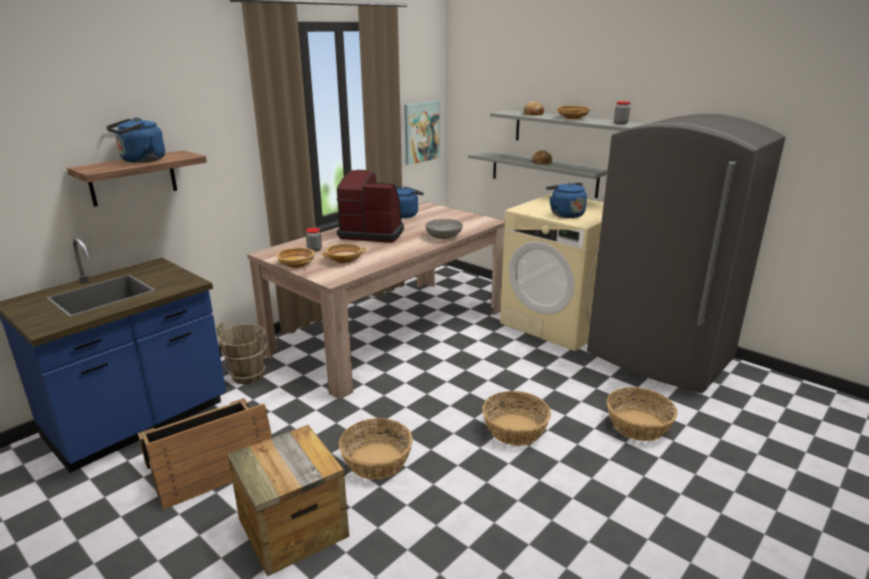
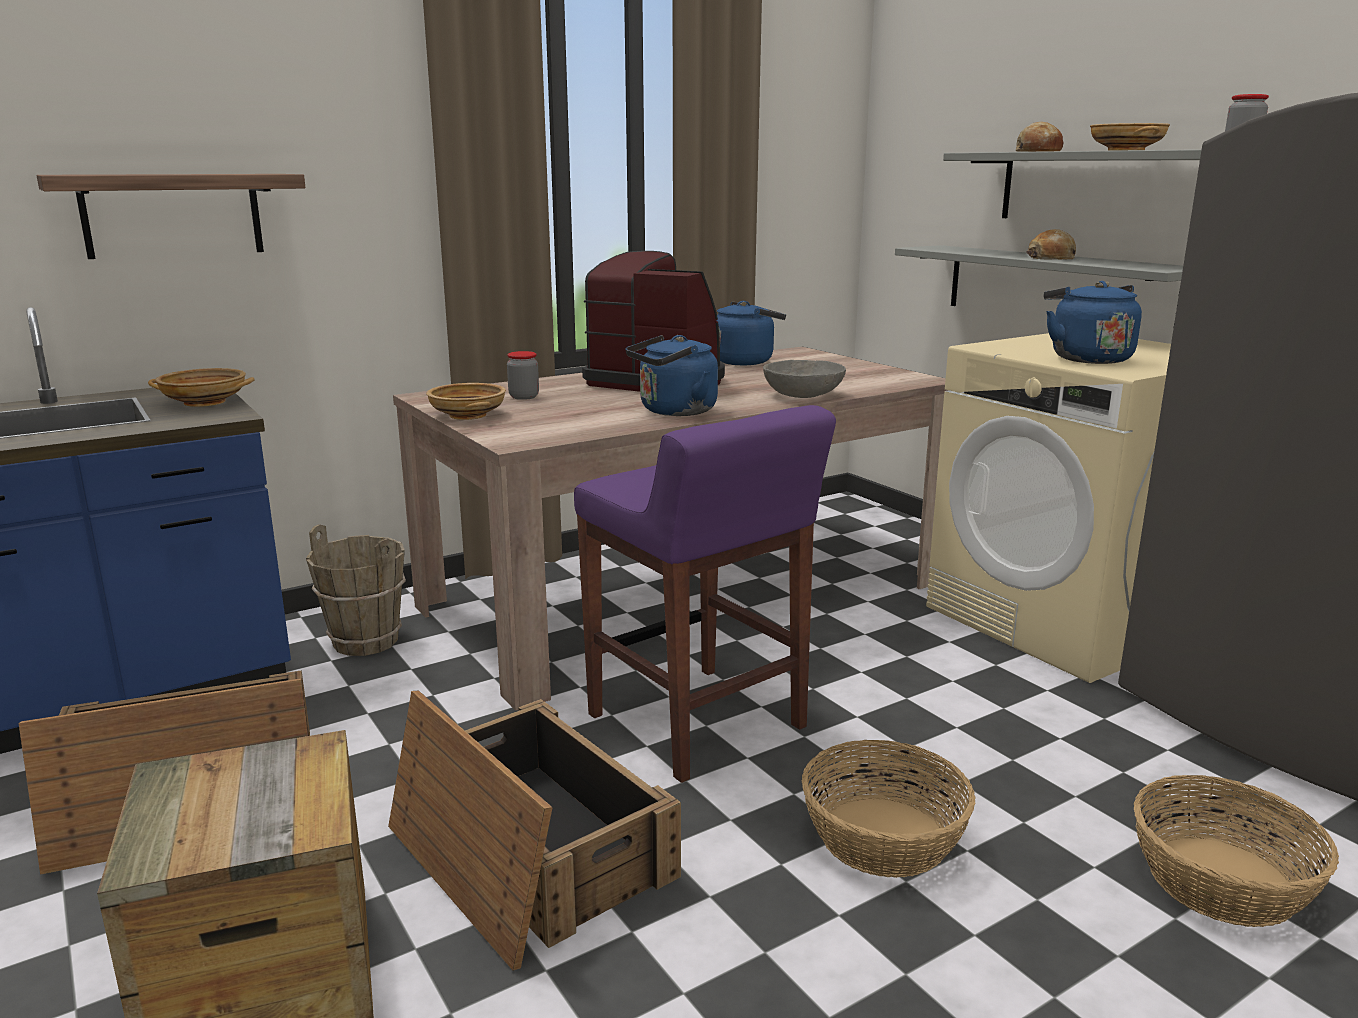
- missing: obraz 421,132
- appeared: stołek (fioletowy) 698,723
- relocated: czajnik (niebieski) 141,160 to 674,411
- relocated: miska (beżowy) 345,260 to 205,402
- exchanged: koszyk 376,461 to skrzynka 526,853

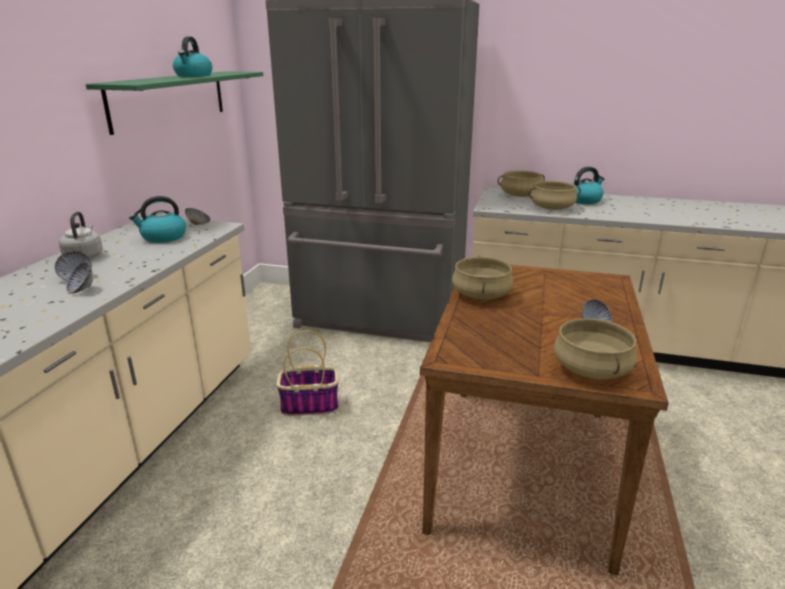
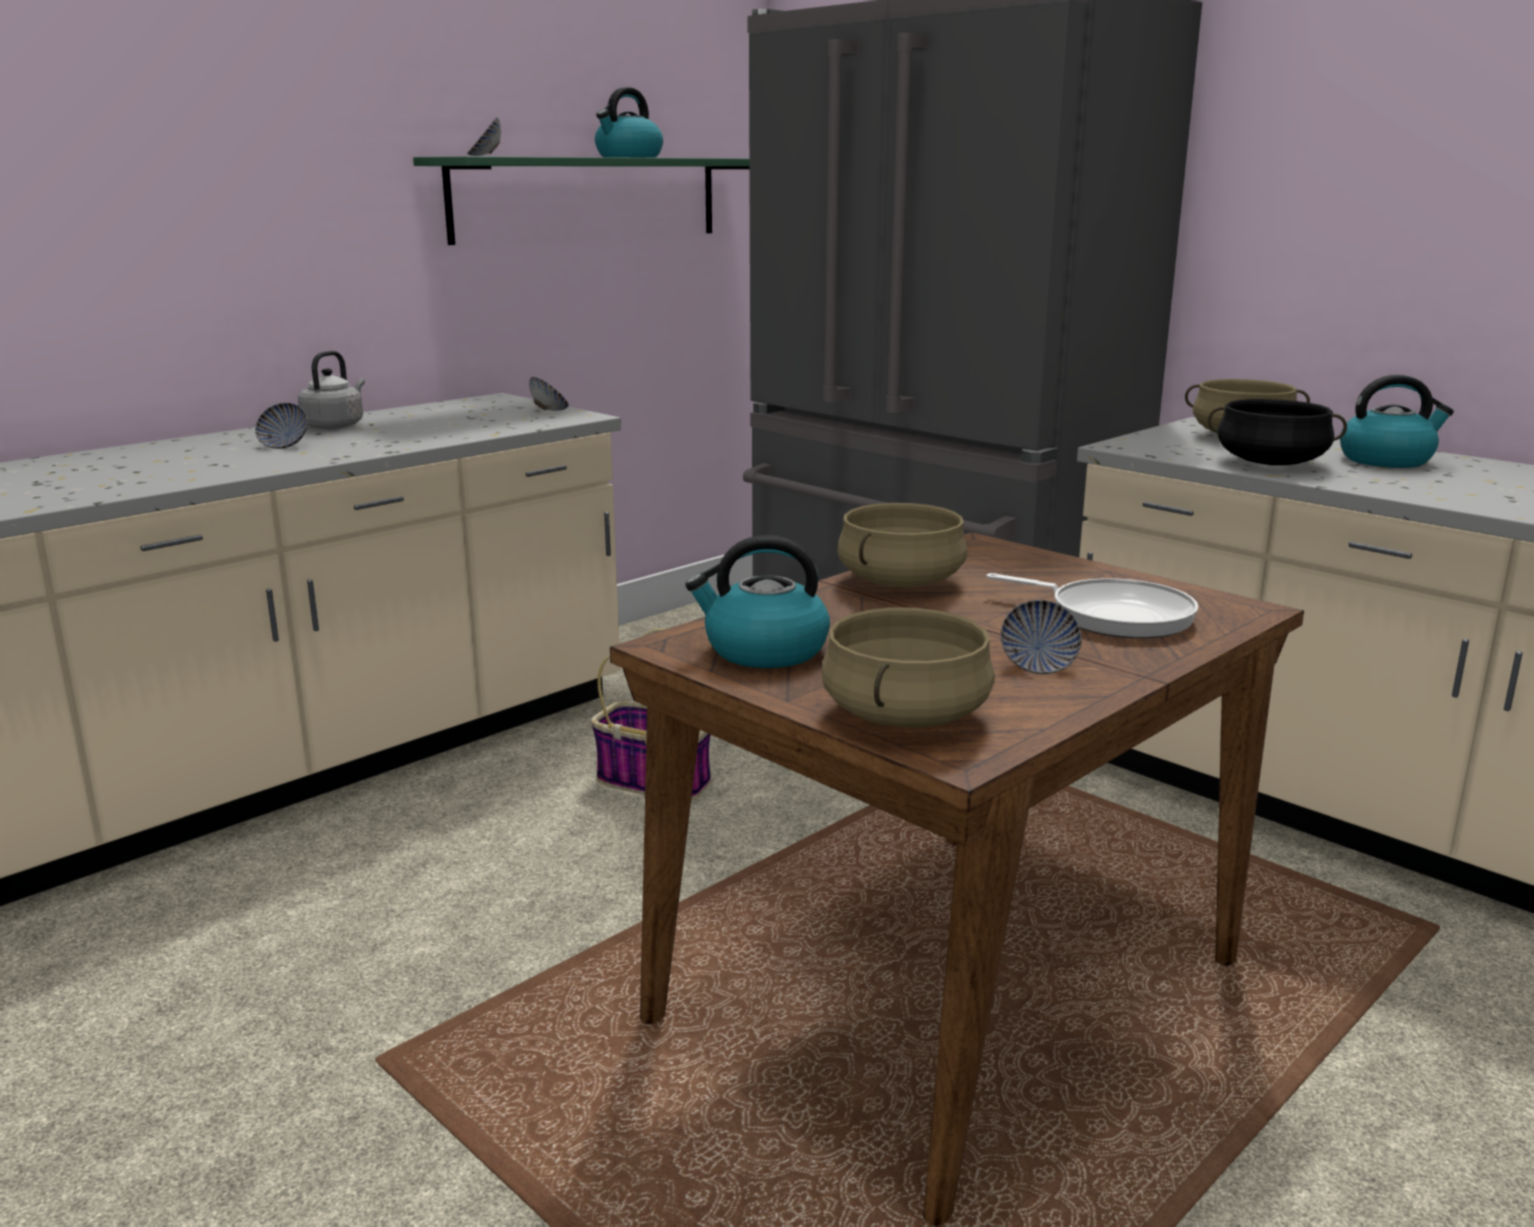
- appeared: patelnia 1112,616
- relocated: miska 81,290 to 485,156
- relocated: czajnik 163,237 to 764,651
- colour: garnek (beżowy) 552,208 to garnek (czarny) 1270,463

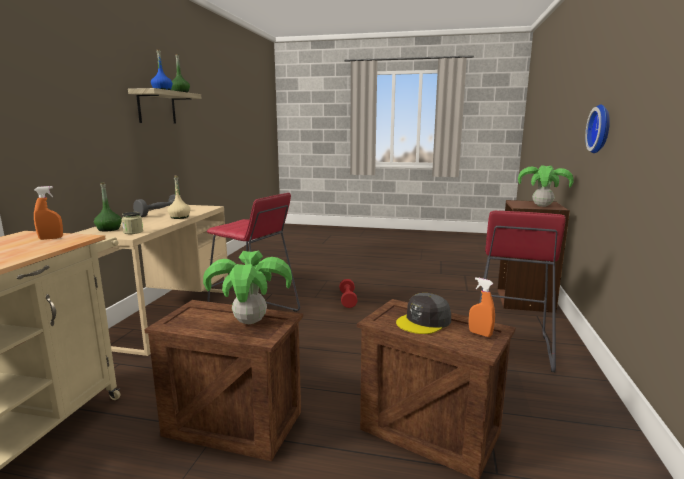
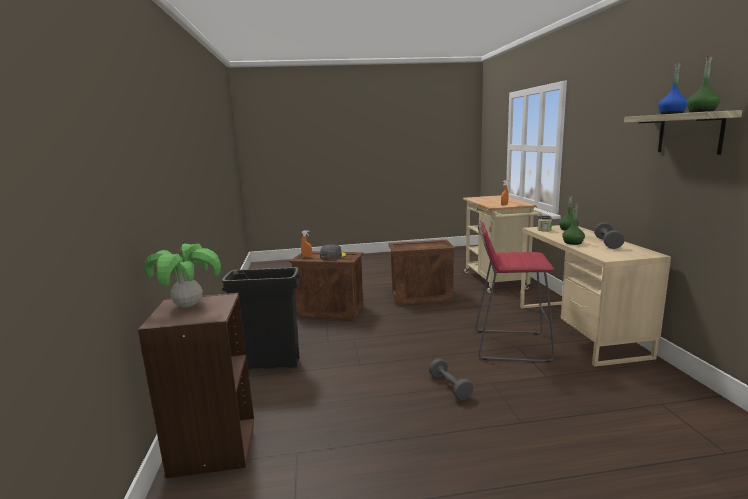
- missing: roślina doniczkowa 249,321
- missing: zegar ścienny 602,129
- exchanged: stołek (czerwony) 509,348 to kosz na śmieci (czarny) 271,364
- colour: butelka (beżowy) 179,217 to butelka (zielony) 572,243
- colour: hantel (czerwony) 348,300 to hantel (szary) 450,387

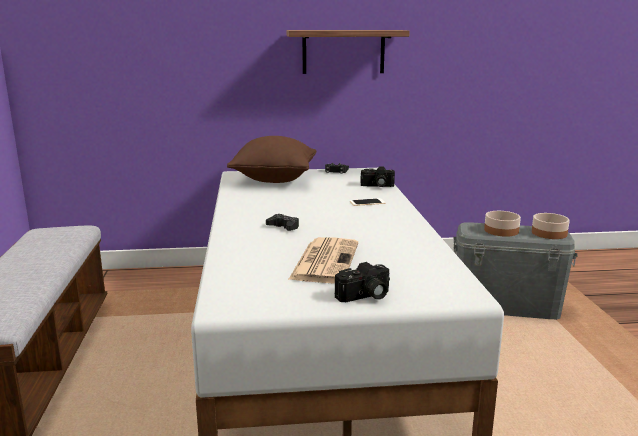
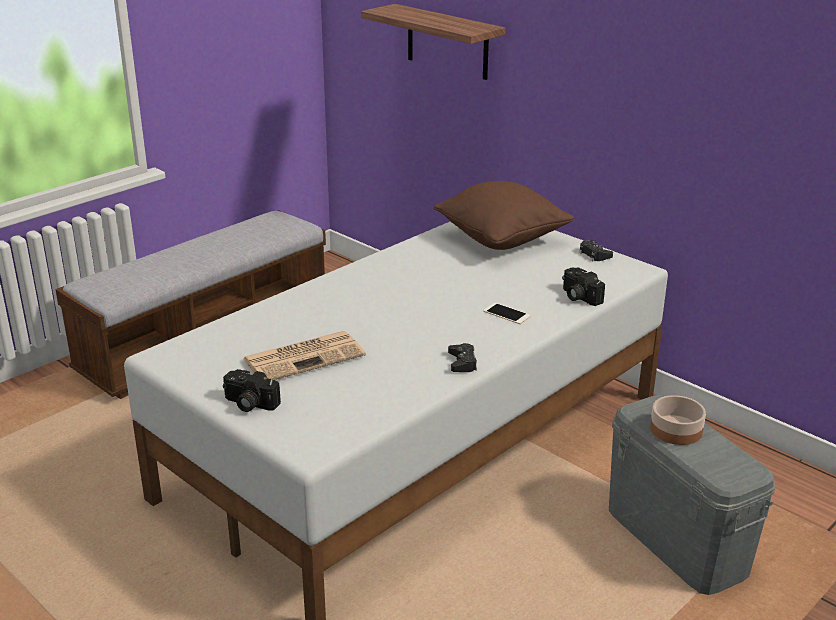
- missing: miska 549,233
- relocated: pad do gier (czarny) 283,227 to 462,363
- relocated: półka 343,51 to 447,42

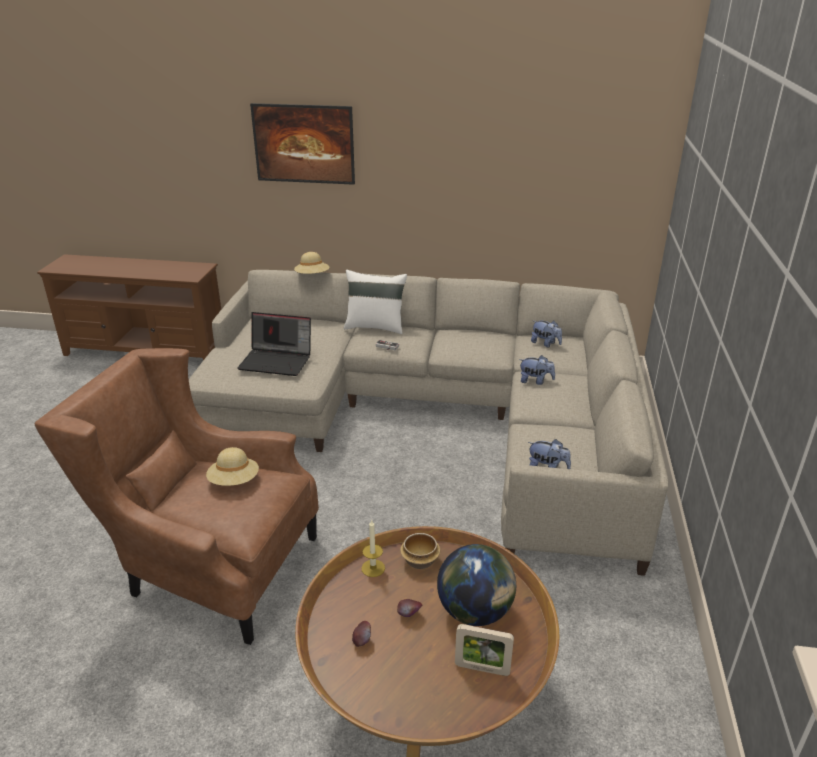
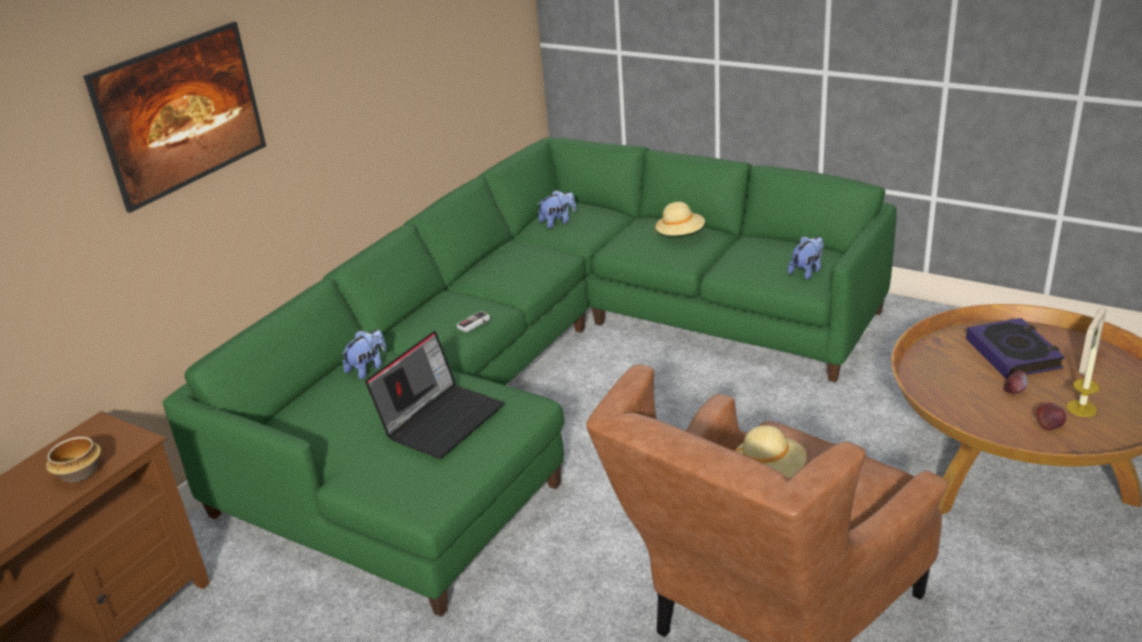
- missing: poduszka (biały) 375,327
- relocated: kapelusz (beżowy) 312,276 to 680,235
- relocated: świeca 373,568 to 1081,408
- relocated: miska 419,561 to 80,474
- relocated: pluszak 535,381 to 368,368
- exchanged: globus 475,612 to książka 1013,354
- colour: kanapa (beżowy) 437,417 to kanapa (zielony) 545,374

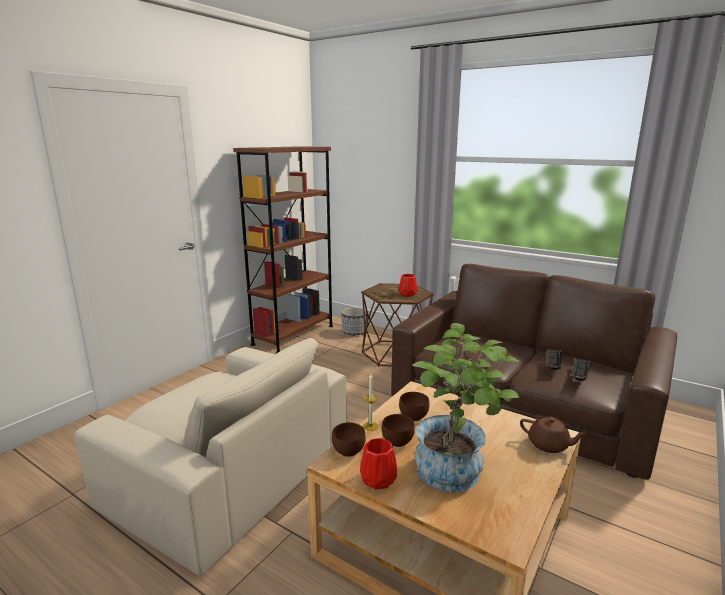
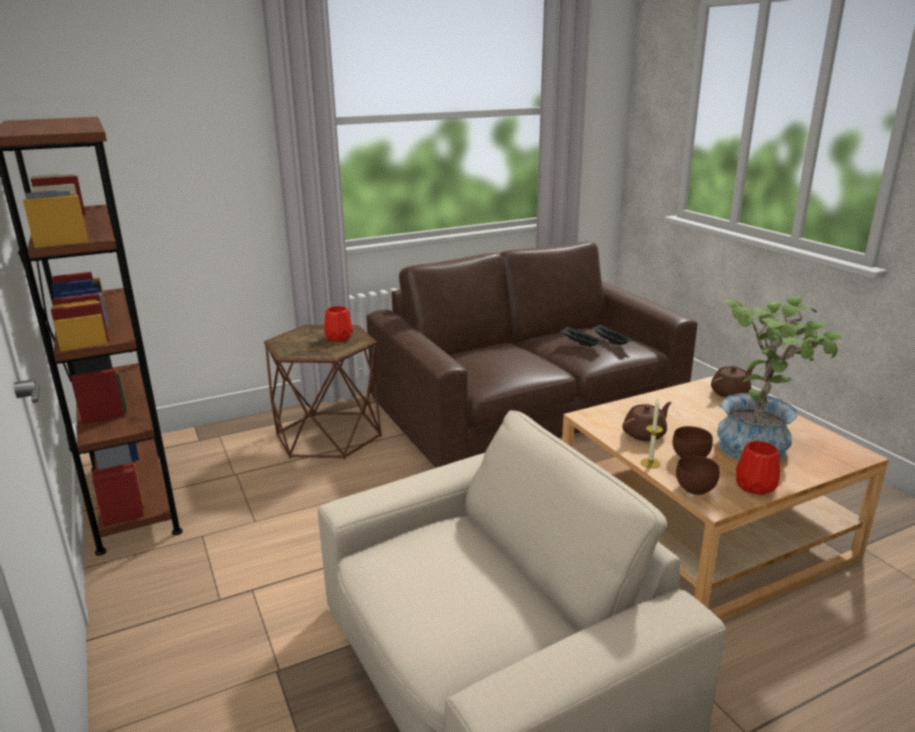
- missing: donica 354,332
- exchanged: miska (brązowy) 414,416 to imbryk (brązowy) 645,434

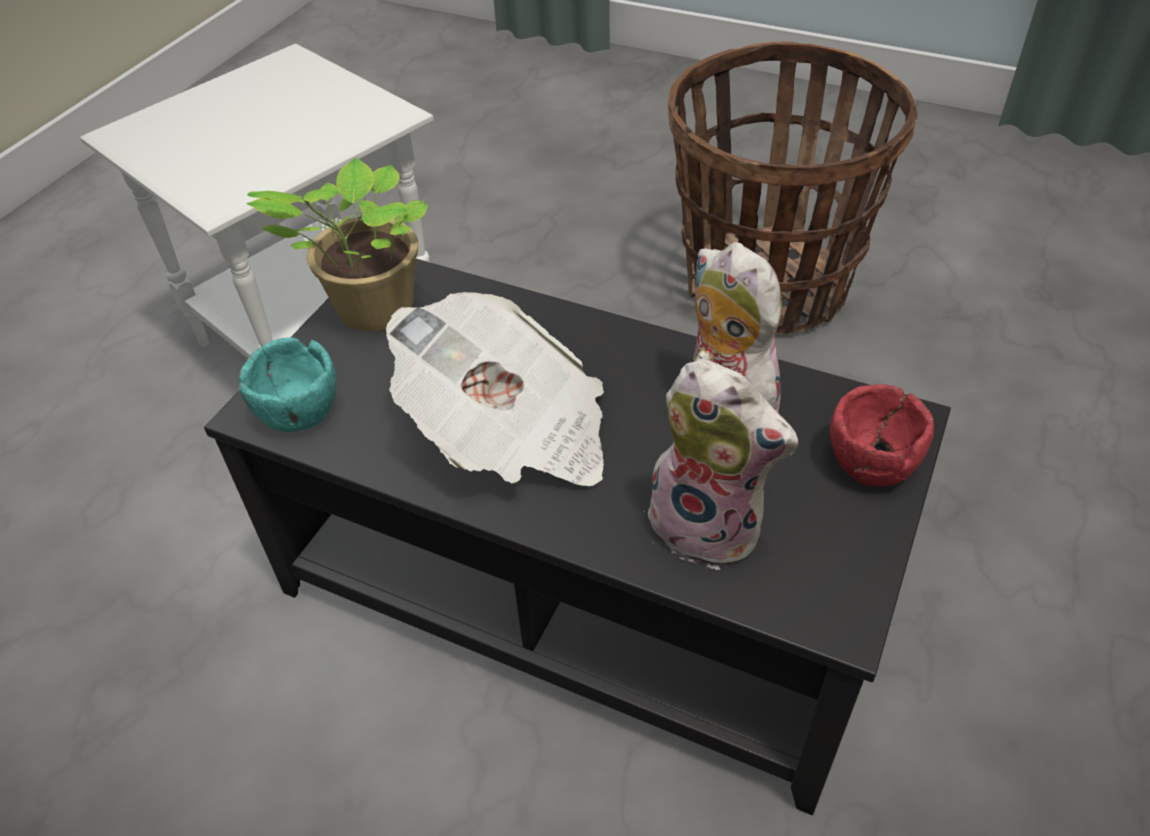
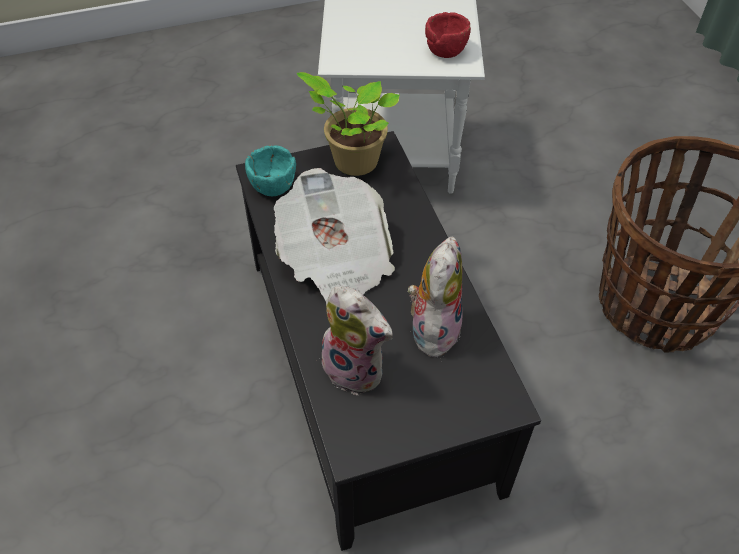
- relocated: miska (czerwony) 871,462 to 446,50
- spun: pluszak 710,526 = 357,368 45 degrees counterclockwise

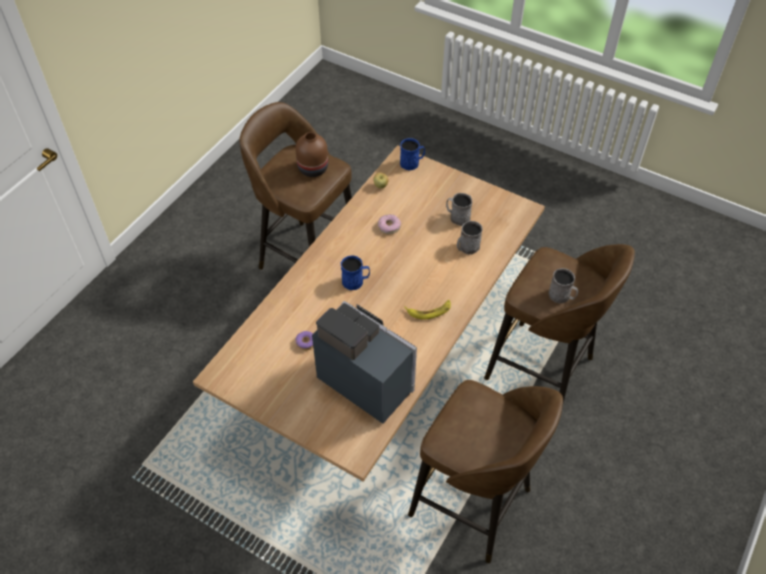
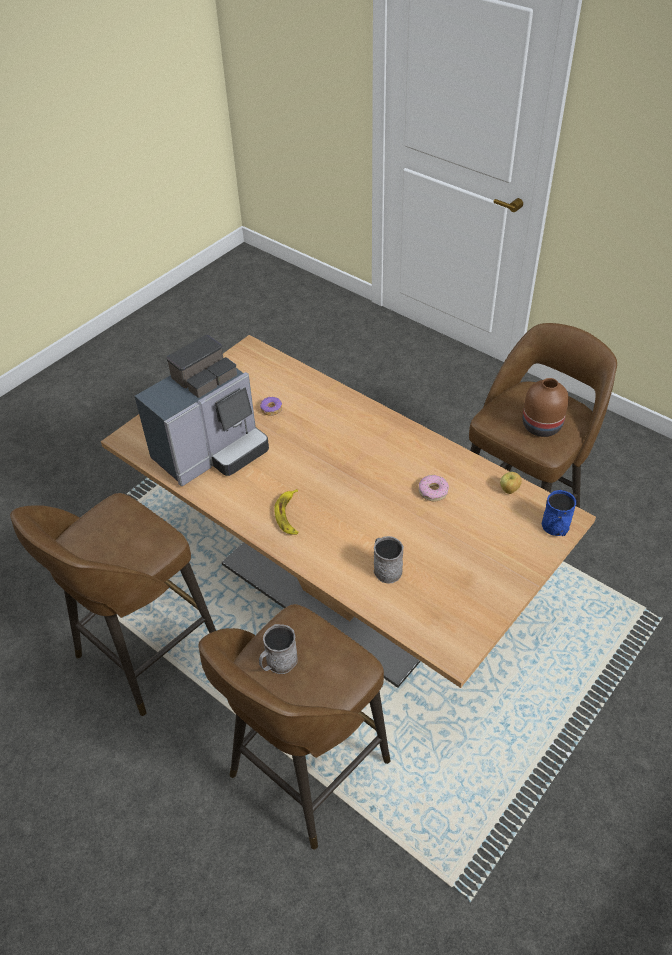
- missing: kubek (niebieski) 355,281
- missing: kubek (szary) 457,217

